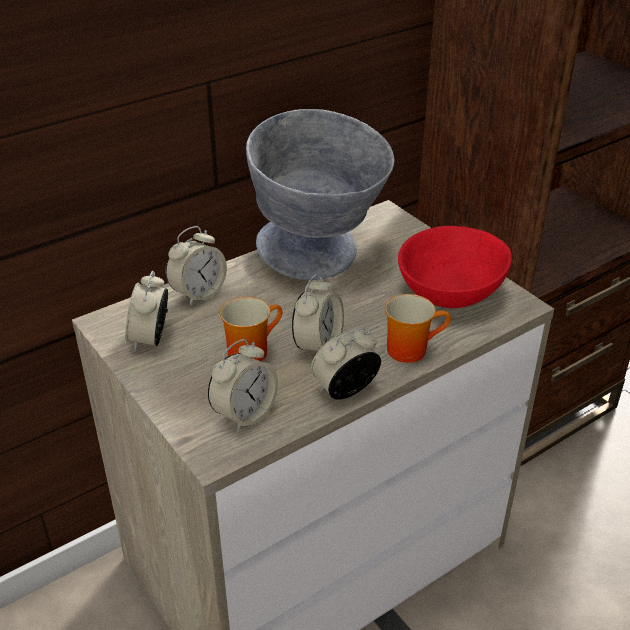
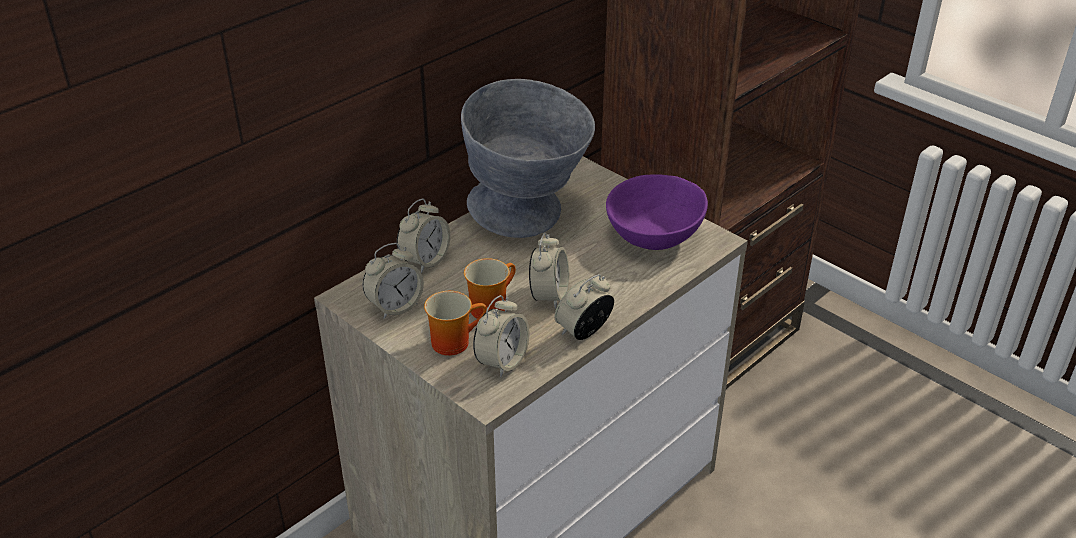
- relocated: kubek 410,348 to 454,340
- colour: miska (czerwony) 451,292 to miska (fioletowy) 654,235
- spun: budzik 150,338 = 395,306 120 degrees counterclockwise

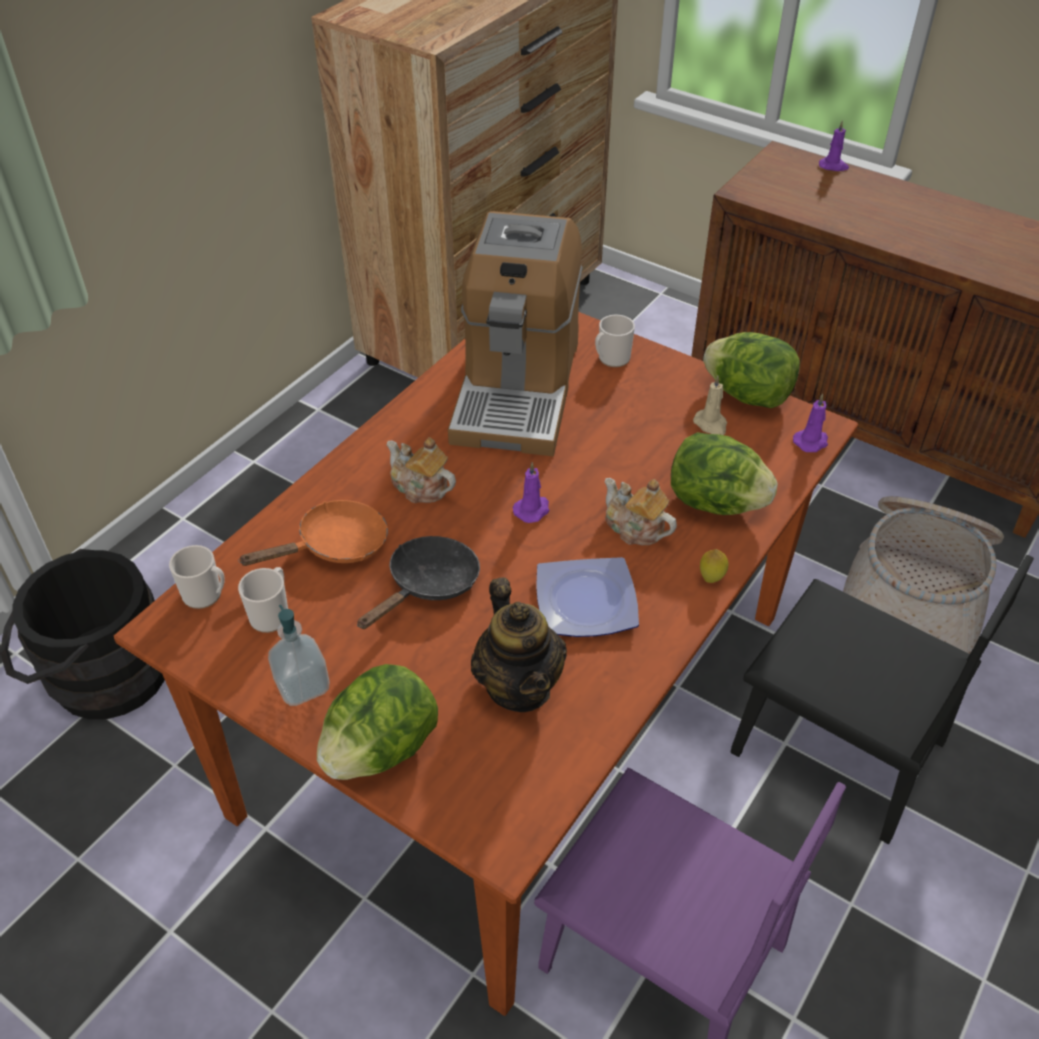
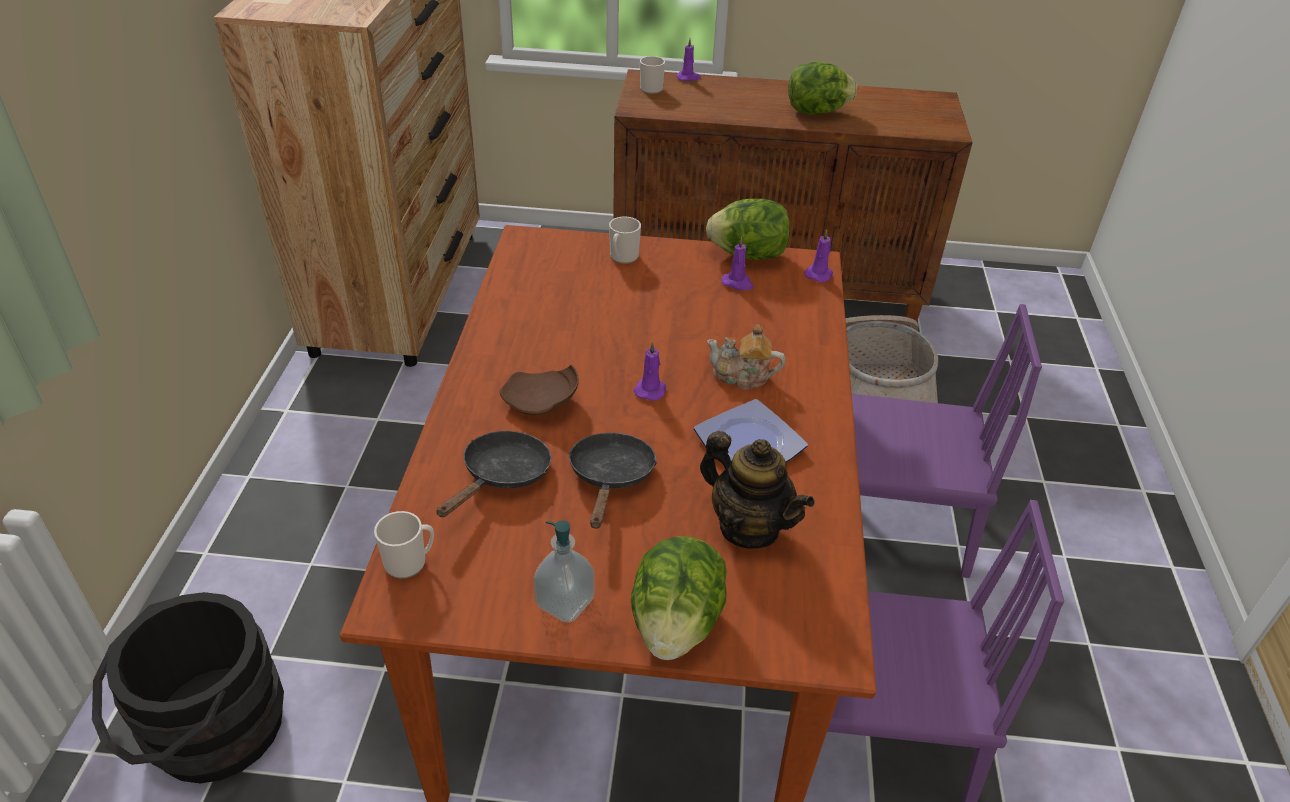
- missing: ekspres do kawy 517,389
- missing: cytryna 711,578
- relocated: kubek 272,614 to 651,88
- relocated: sałata 715,502 to 816,112
- exchanged: imbryk 420,487 to talerz (brązowy) 541,403
- colour: patelnia (pomarańczowy) 335,546 to patelnia (czarny) 502,476
- colour: świeca (beżowy) 711,424 to świeca (fioletowy) 738,283
- colour: krzesło (czarny) 837,747 to krzesło (fioletowy) 890,523

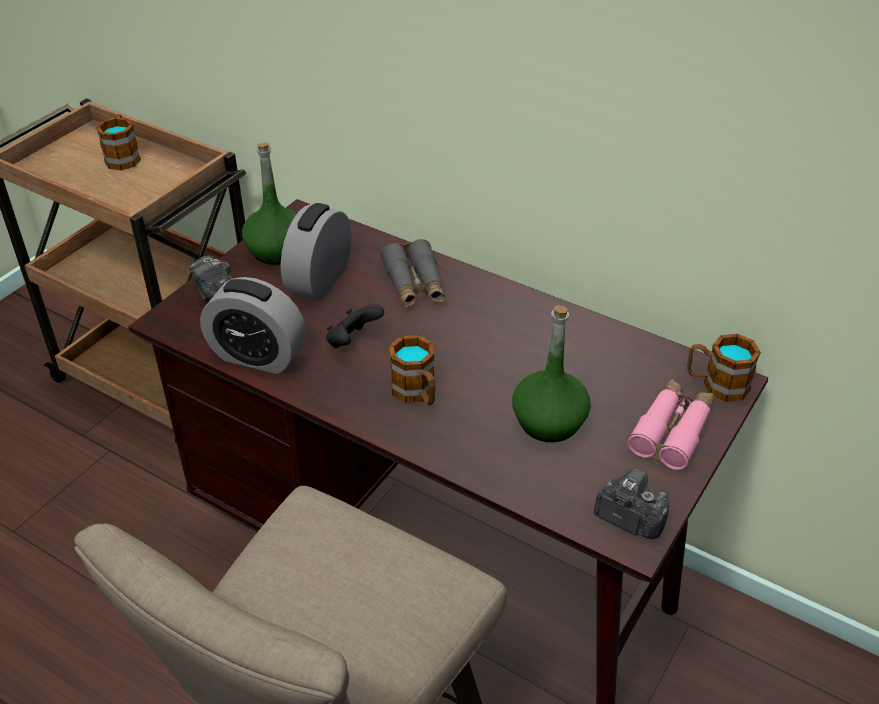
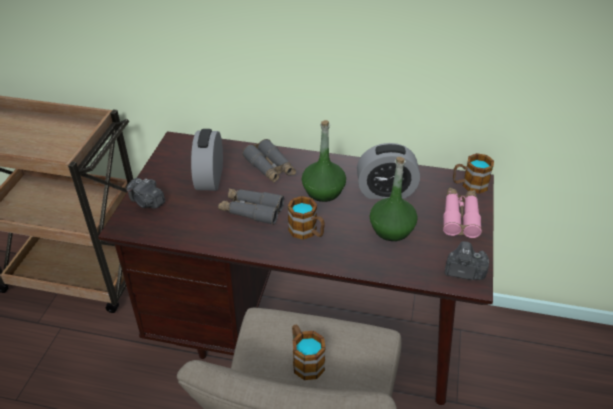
- relocated: kubek 123,156 to 305,360
- relocated: budzik 257,356 to 386,191
- relocated: butelka (zielony) 276,251 to 323,191
- exchanged: pad do gier (czarny) 353,341 to lornetka (szary) 251,210

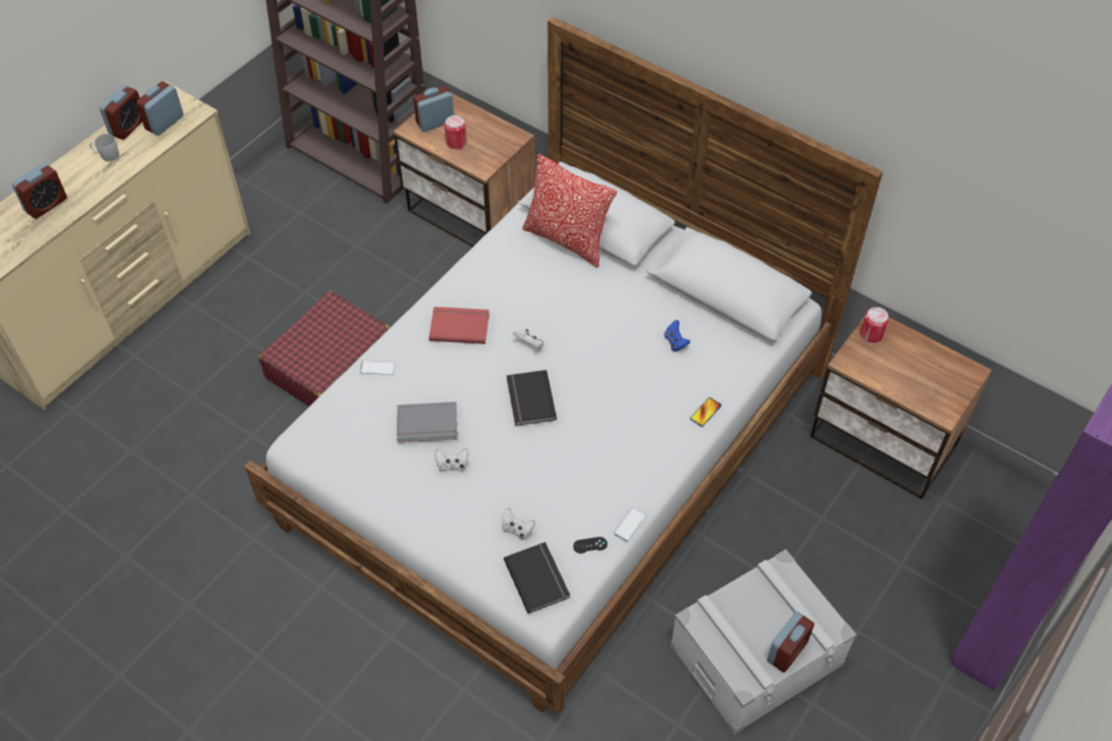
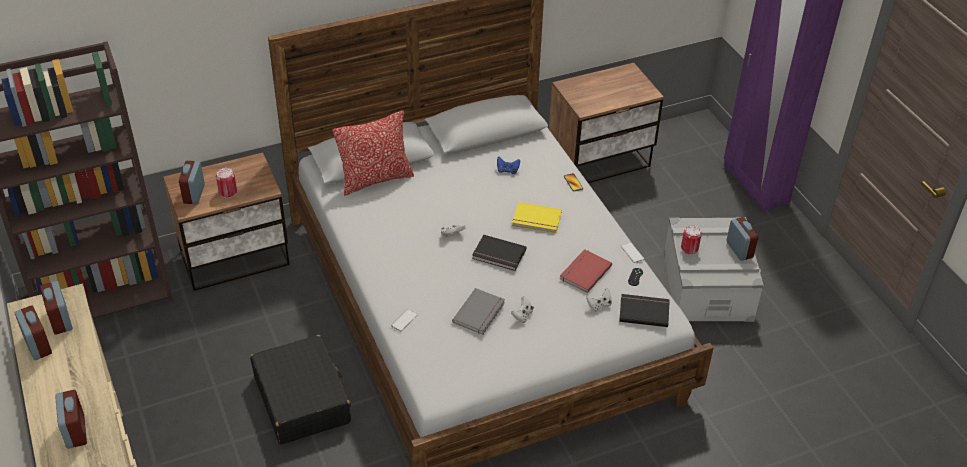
- missing: kubek (biały) 106,155
- appeared: książka (żółty) 536,220
- relocated: książka (czerwony) 459,325 to 584,272
- relocated: puszka 871,335 to 689,248
- colour: walizka (czerwony) 331,364 to walizka (czarny) 302,399

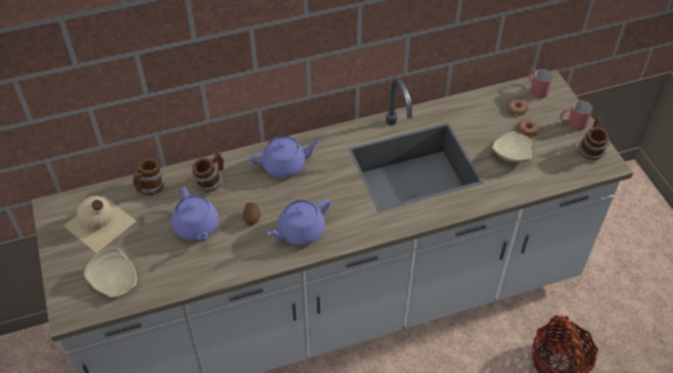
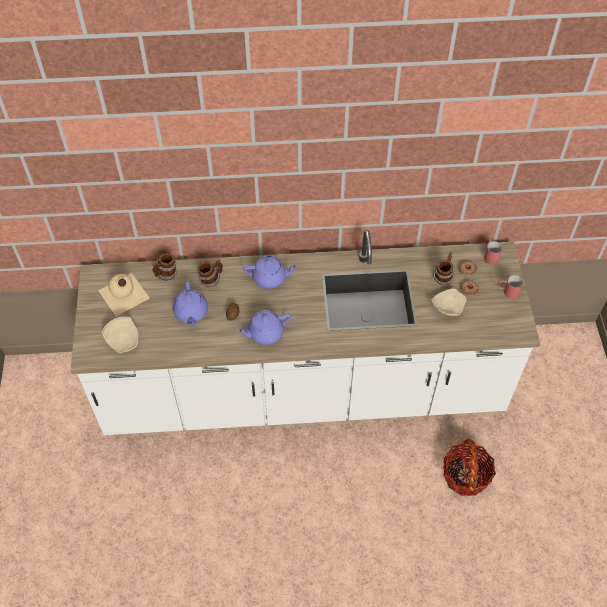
- relocated: kubek 590,150 to 443,276

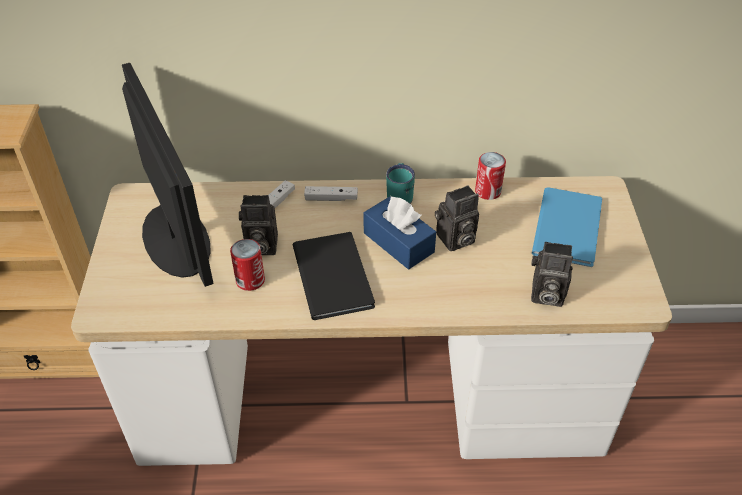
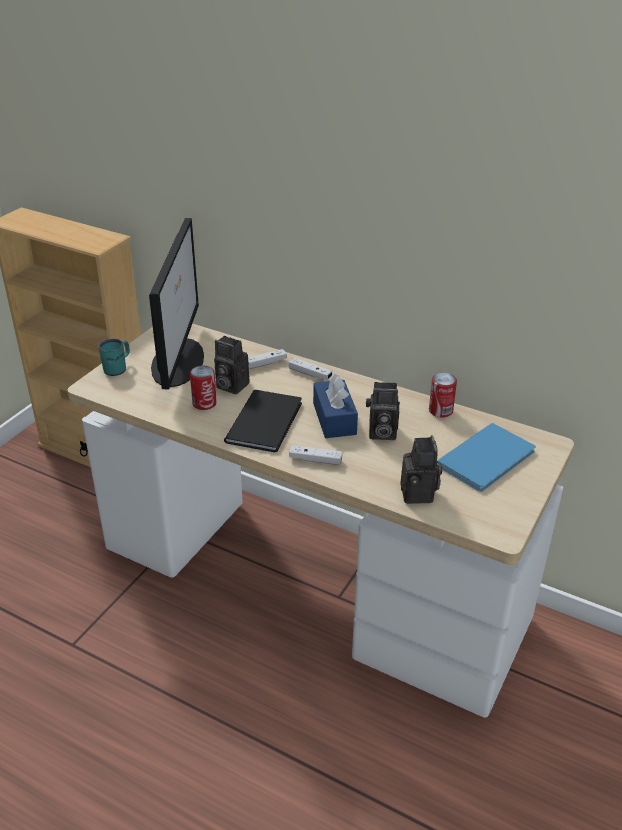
- appeared: pad do gier (biały) 315,460
- relocated: kubek (turkusowy) 400,195 to 118,368
- spun: aparat fotograficzny 545,295 = 419,495 135 degrees counterclockwise

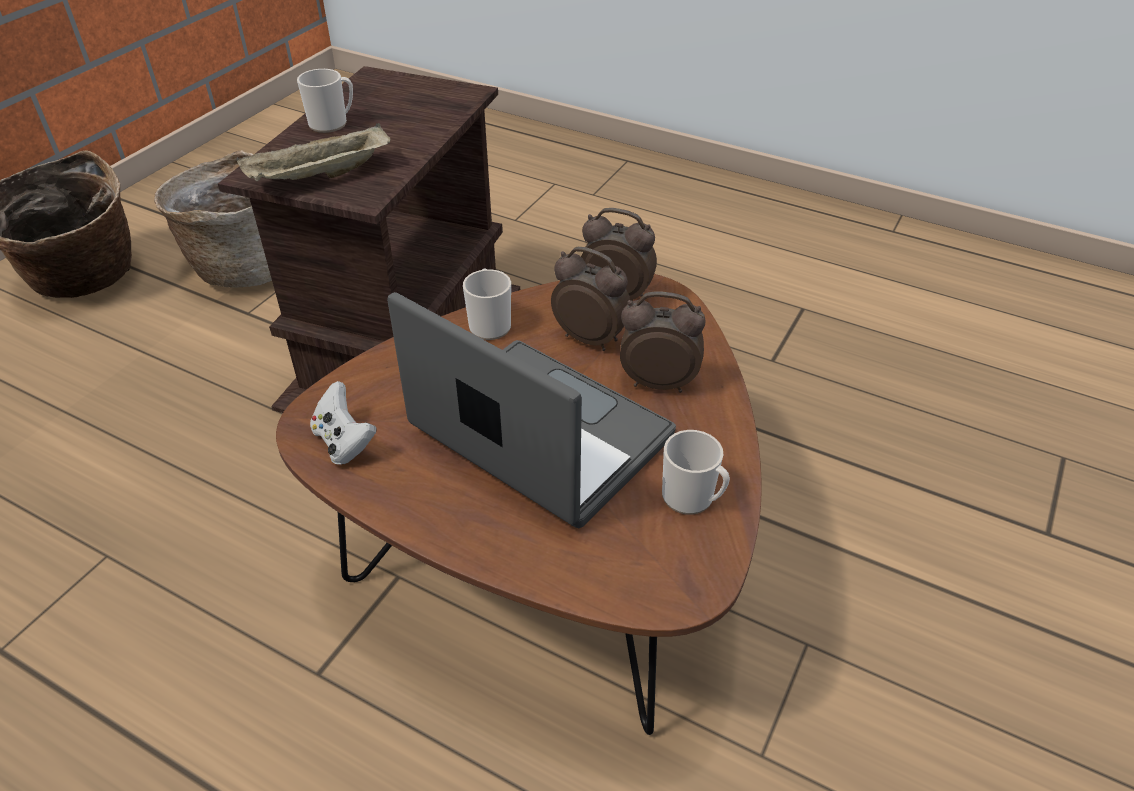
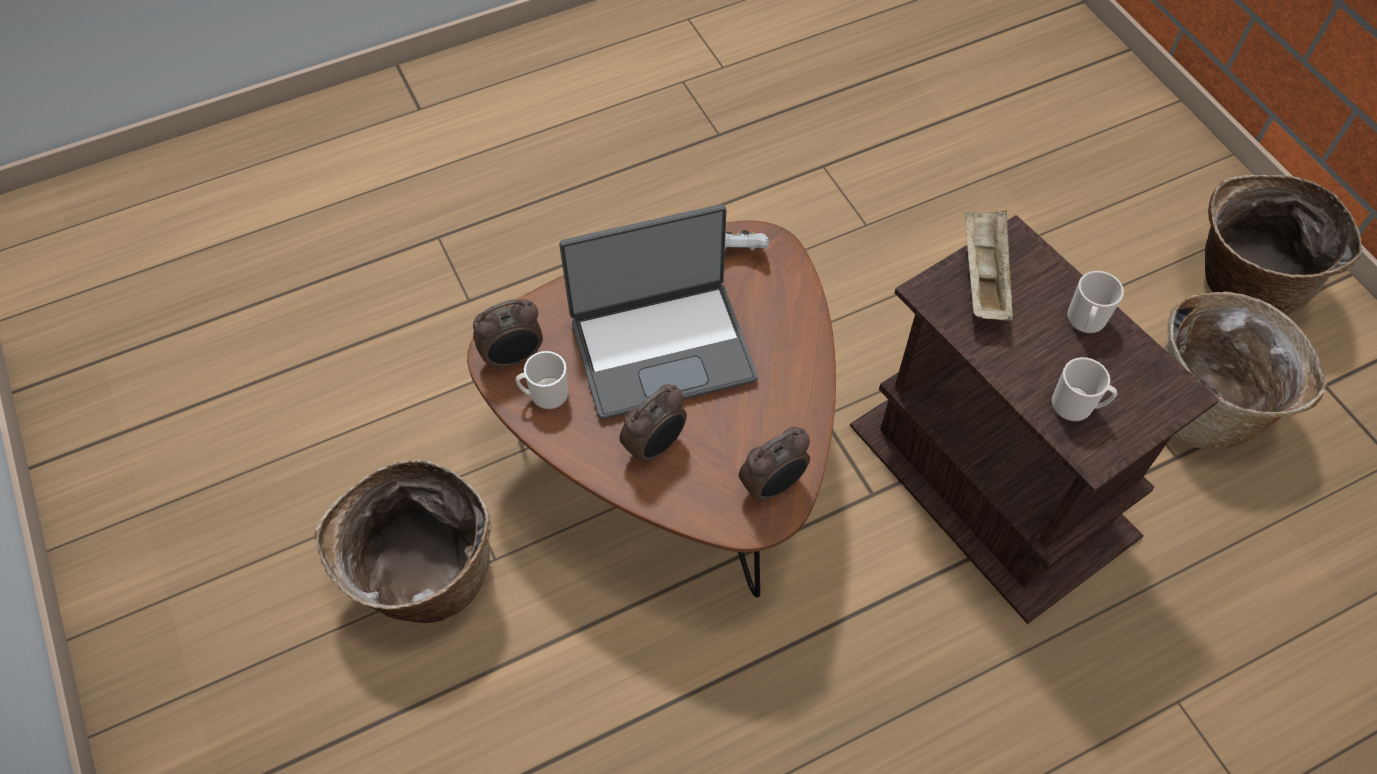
- appeared: koszyk 424,578
- relocated: kubek 489,323 to 1076,406
- relocated: budzik 590,338 to 514,358

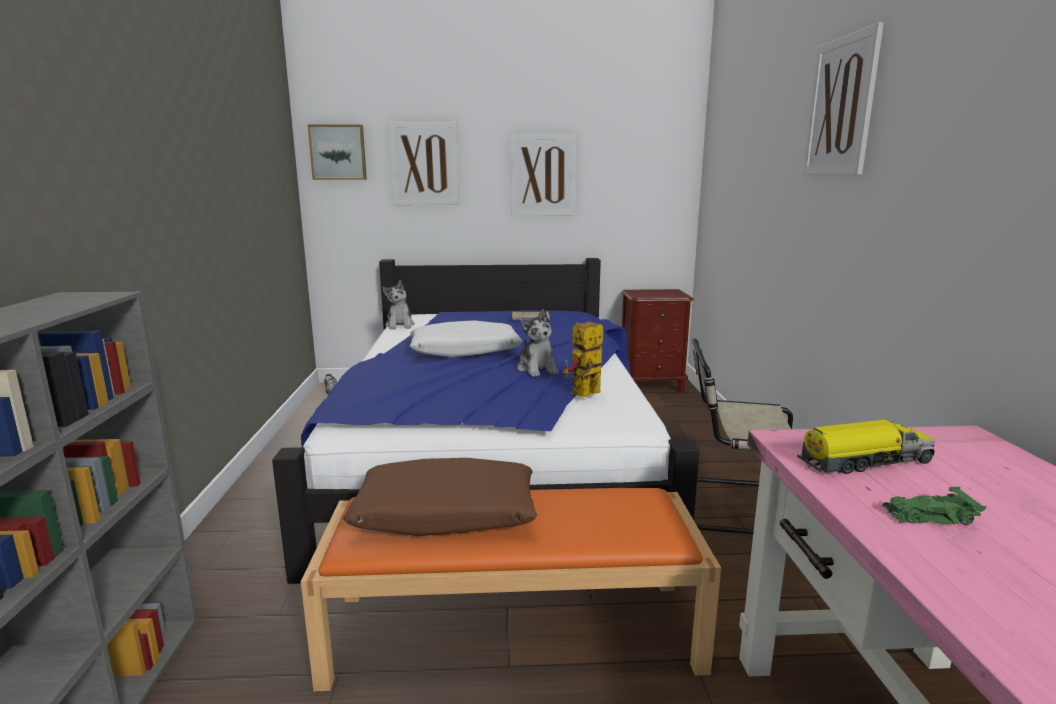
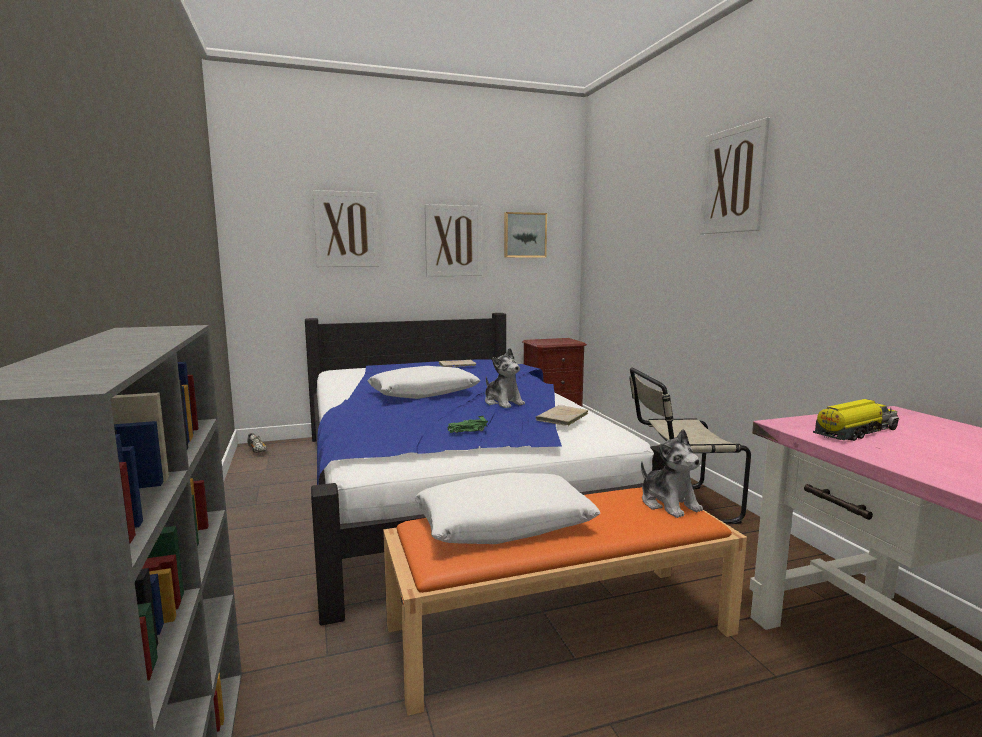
- relocated: obraz 338,152 to 524,235
- relocated: pluszak 400,325 to 668,504
- relocated: samochodzik (zielony) 928,516 to 467,430
- exchanged: robot zabawkowy 583,395 to książka (beżowy) 561,418
- colour: poduszka (brązowy) 446,514 to poduszka (biały) 504,524

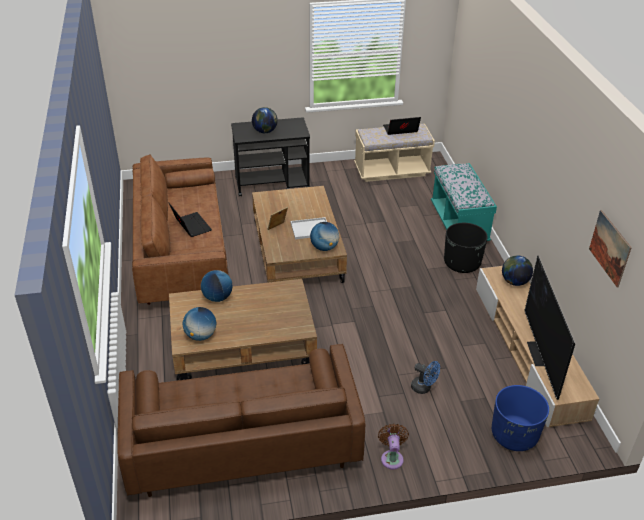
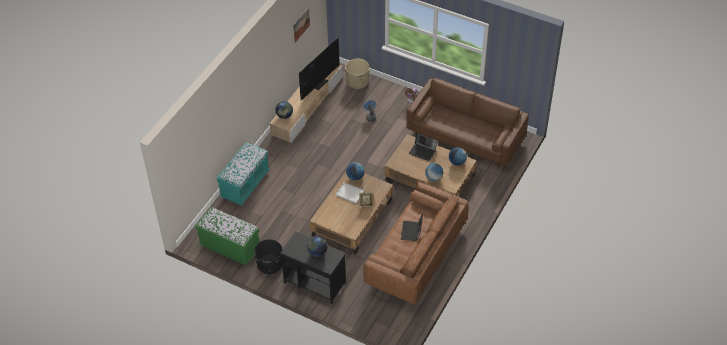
- relocated: laptop 400,130 to 423,151
- relocated: donica (czarny) 462,263 to 270,265
- colour: ławka (beżowy) 391,171 to ławka (zielony) 230,247
- colour: donica (niebieski) 514,435 to donica (beżowy) 357,82

